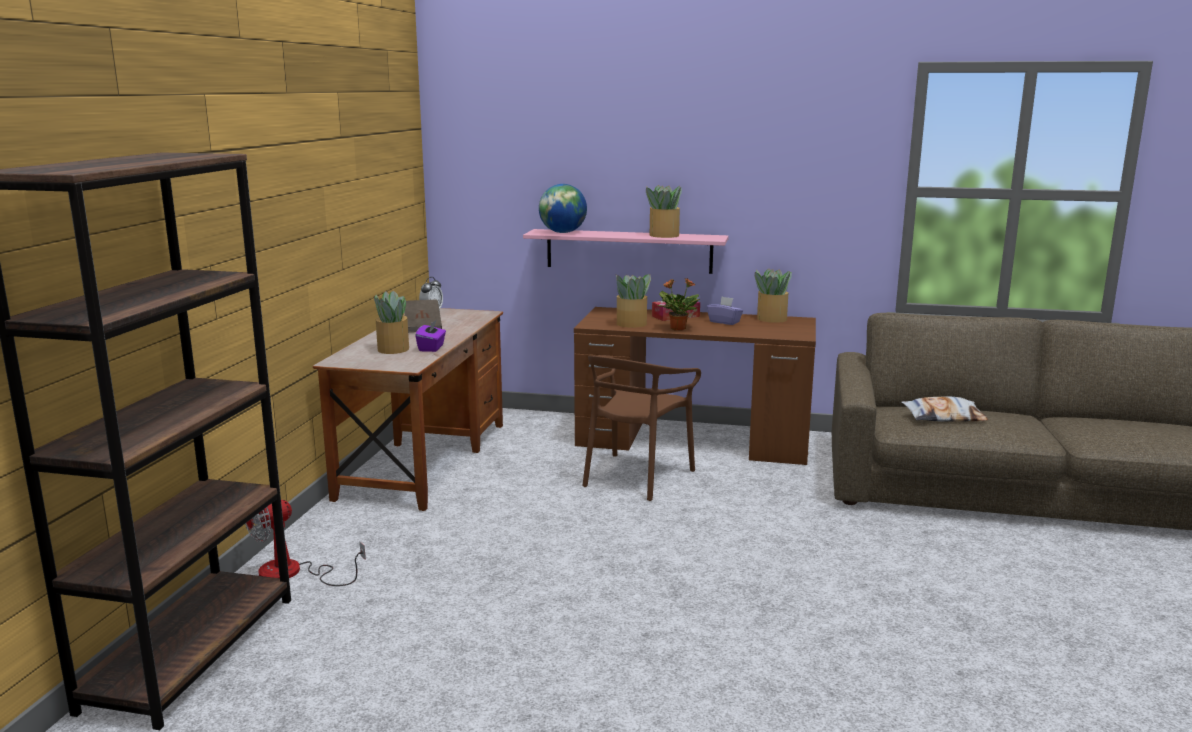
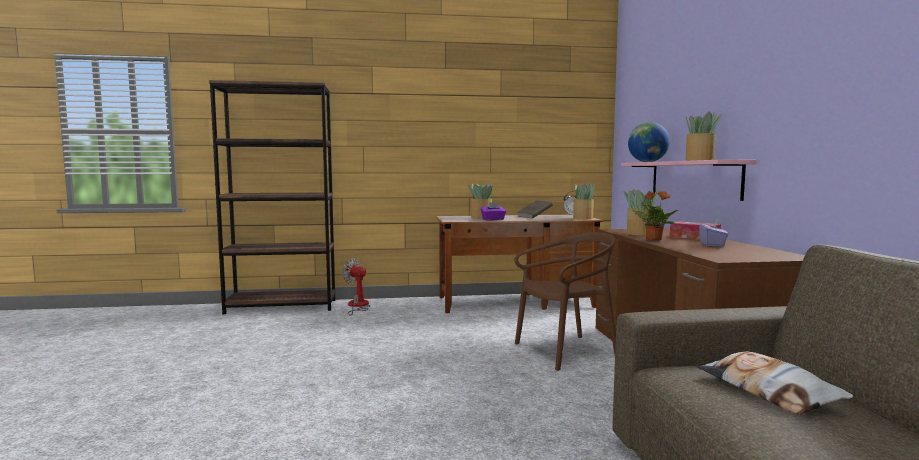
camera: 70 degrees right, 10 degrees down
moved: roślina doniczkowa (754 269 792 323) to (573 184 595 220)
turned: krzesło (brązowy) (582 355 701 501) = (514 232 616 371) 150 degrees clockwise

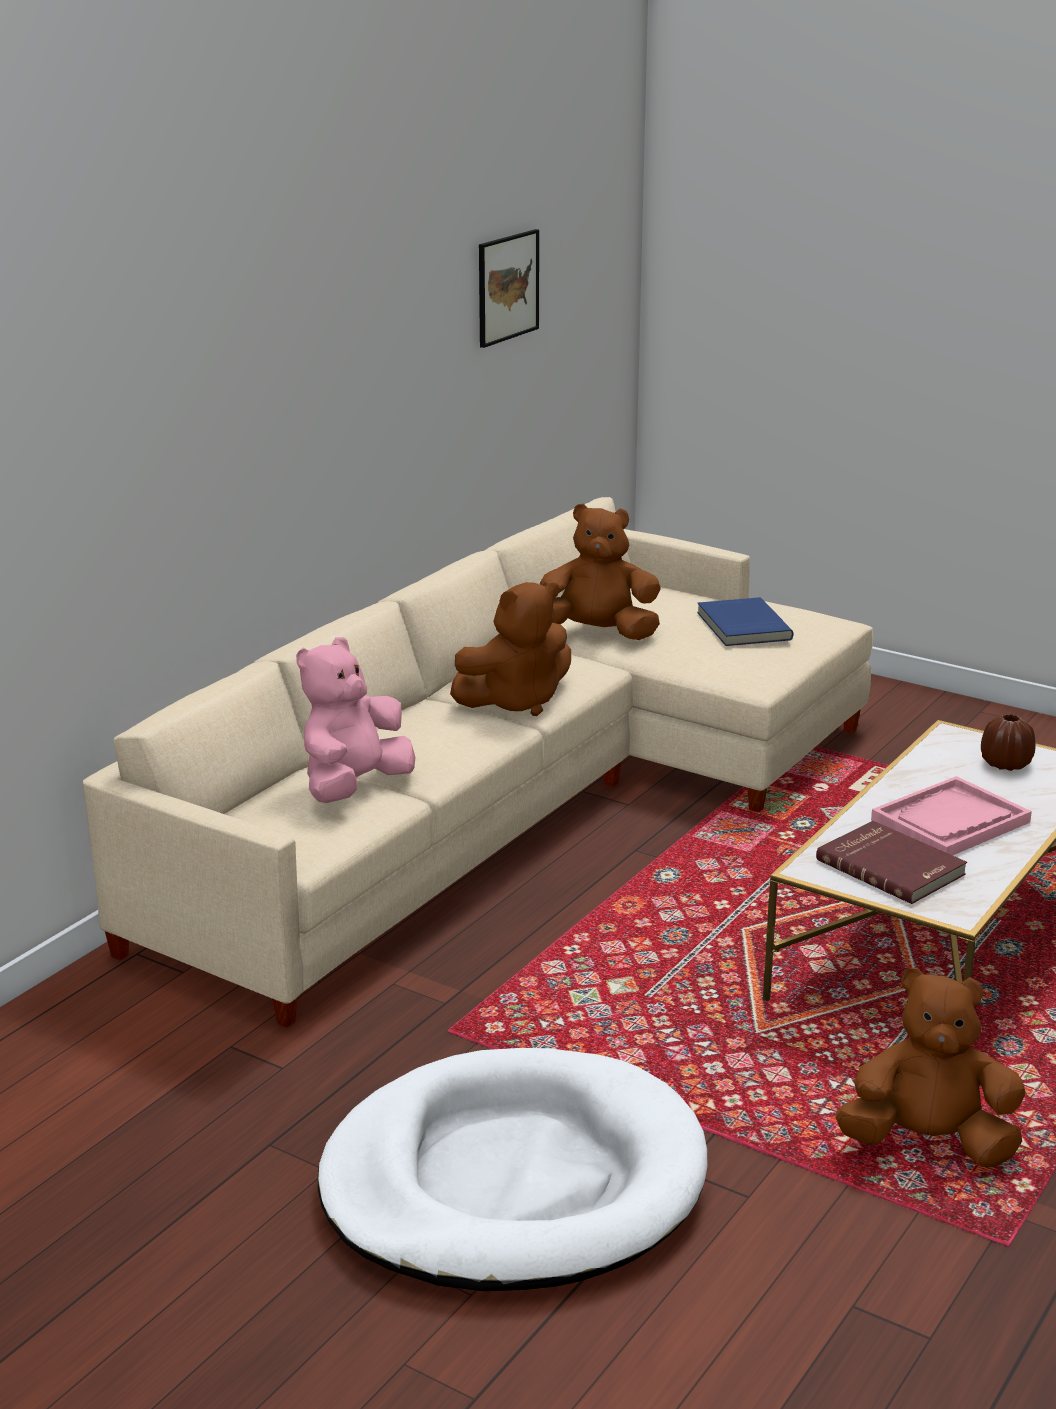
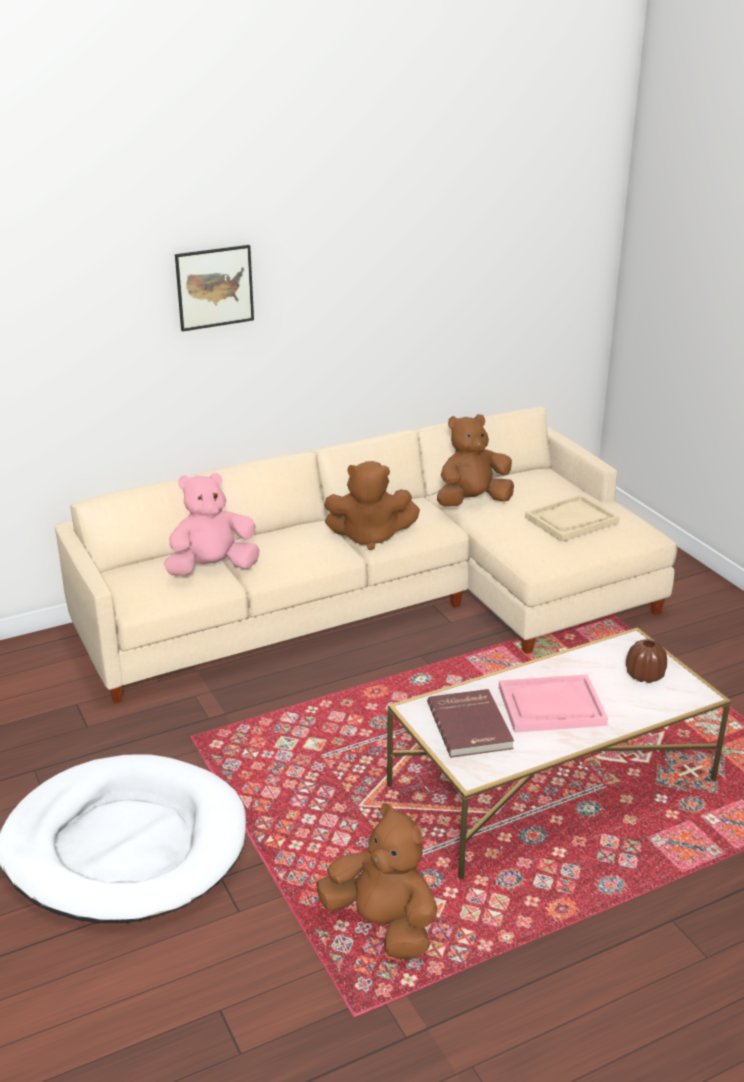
camera: 30 degrees right, 5 degrees up
moved: obraz (479 229 539 348) to (175 245 254 332)
replaced: książka (niebieski) (697 597 793 646) to taca (beżowy) (525 494 620 542)
turned: pluszak (brązowy) (540 504 661 640) = (437 414 514 506) 60 degrees counterclockwise

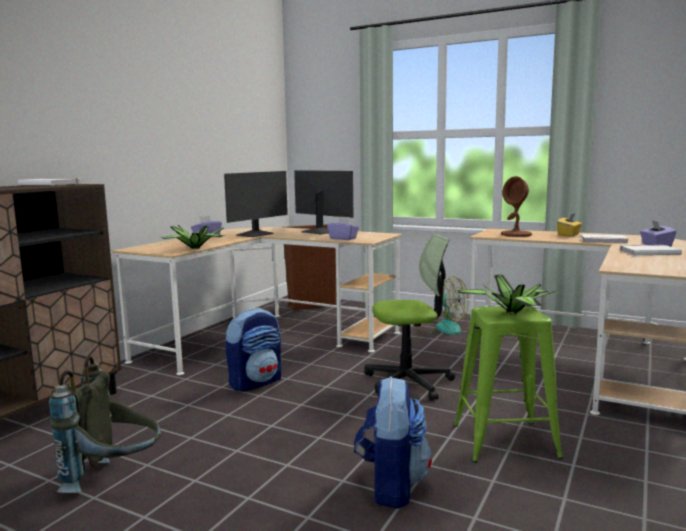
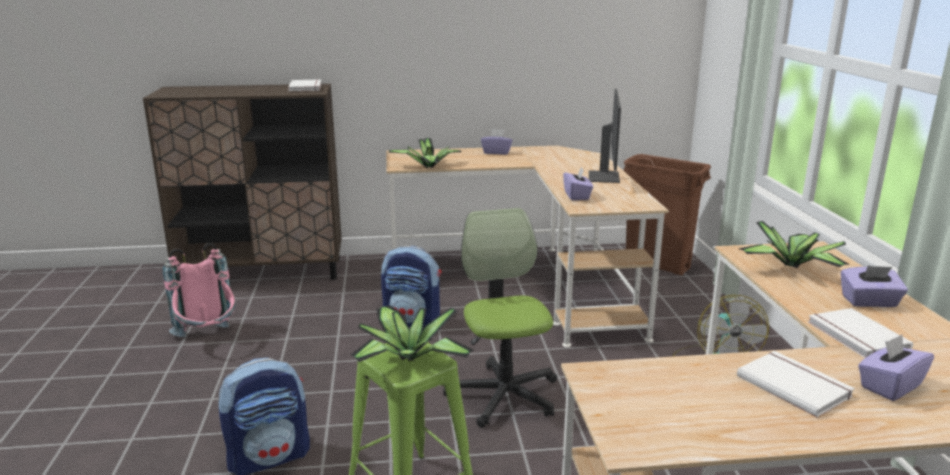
camera: 55 degrees right, 10 degrees up
removed: monitor (224 171 288 237)
replaced: lampa stołowa (brązowy) (501 176 532 237) to roślina doniczkowa (739 221 850 269)
recoloured: plecak (szary) (49 356 161 493) to plecak (różowy) (163 243 236 337); pudełko chusteczek (żółty) (557 214 582 237) to pudełko chusteczek (fioletowy) (841 266 908 307)
turned: krzesło biurowe (365 234 455 401) = (443 208 557 428) 150 degrees counterclockwise

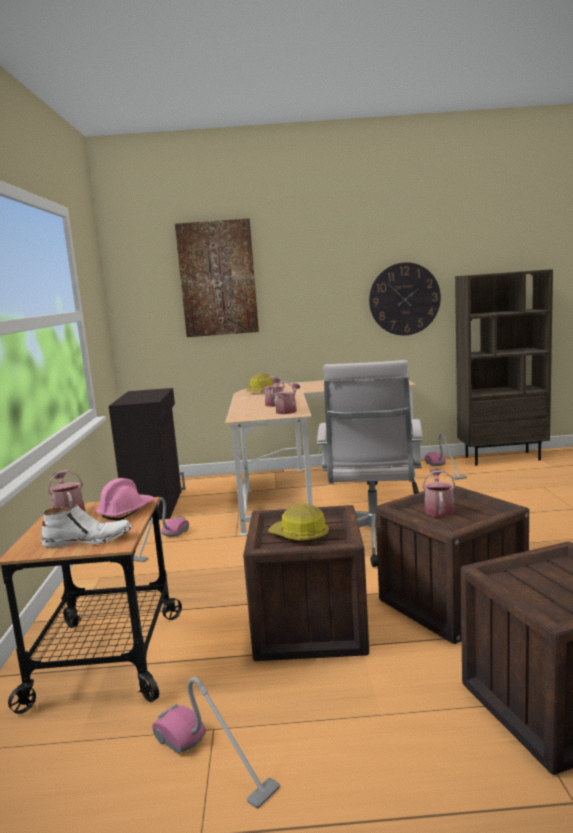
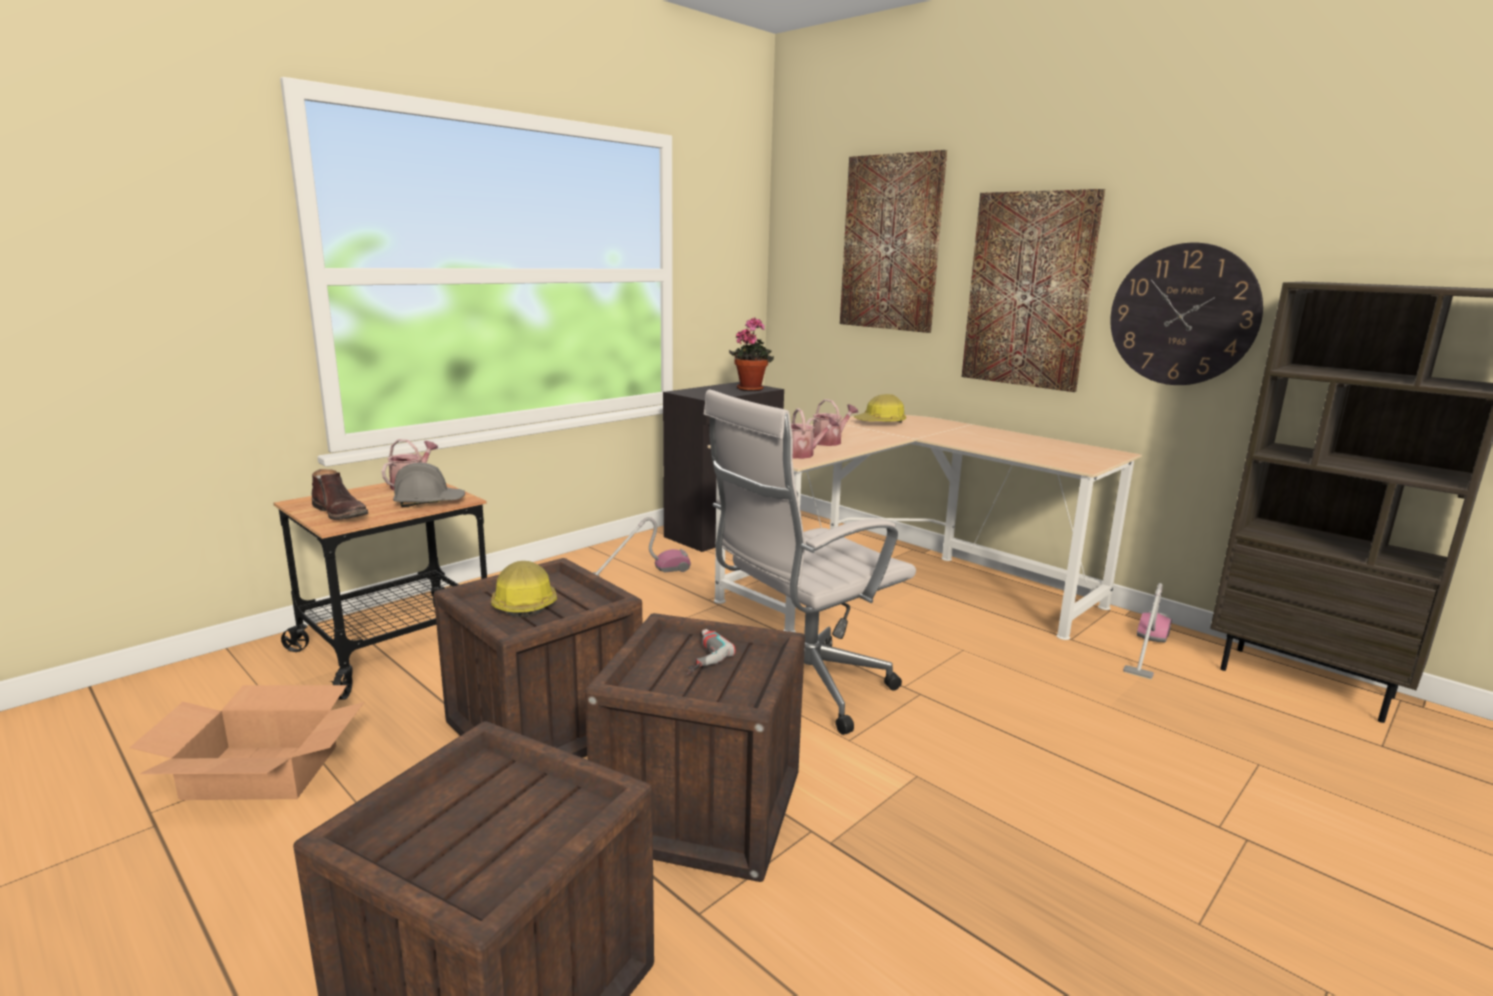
camera: 45 degrees right, 5 degrees up
added: roślina doniczkowa (729 318 774 391); obraz (962 189 1105 392)
replaced: odkurzacz (152 677 280 809) to karton (129 685 364 800); konewka (422 469 456 517) to wiertarka (687 629 736 675)
recoloured: but z cholewką (biały) (42 504 132 547) to but z cholewką (brązowy) (311 469 368 520); kask (różowy) (96 478 155 520) to kask (szary) (393 462 465 507)

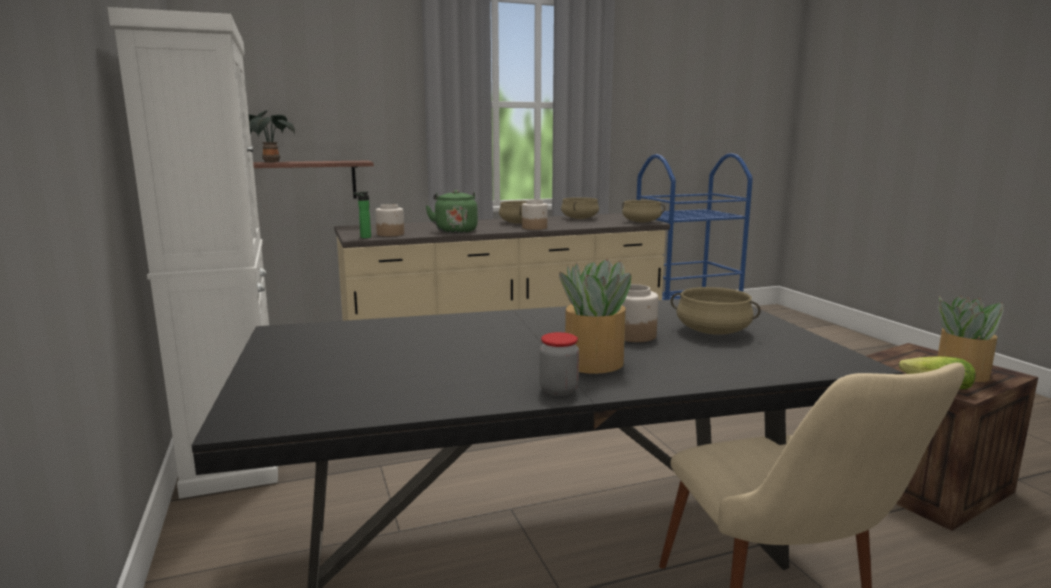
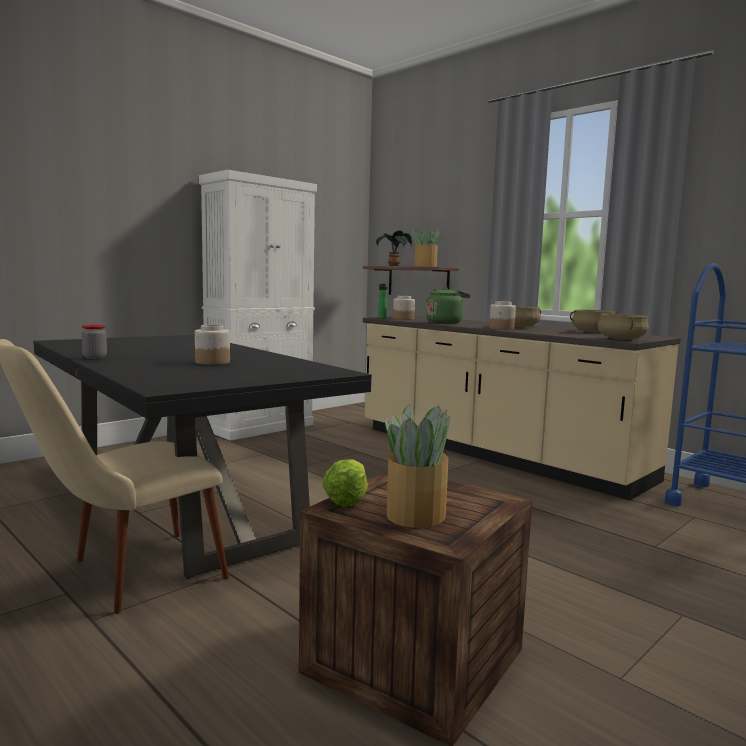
camera: 65 degrees right, 5 degrees down
removed: garnek (beżowy) (671 287 761 335)
moved: roślina doniczkowa (559 259 631 374) to (412 228 440 267)

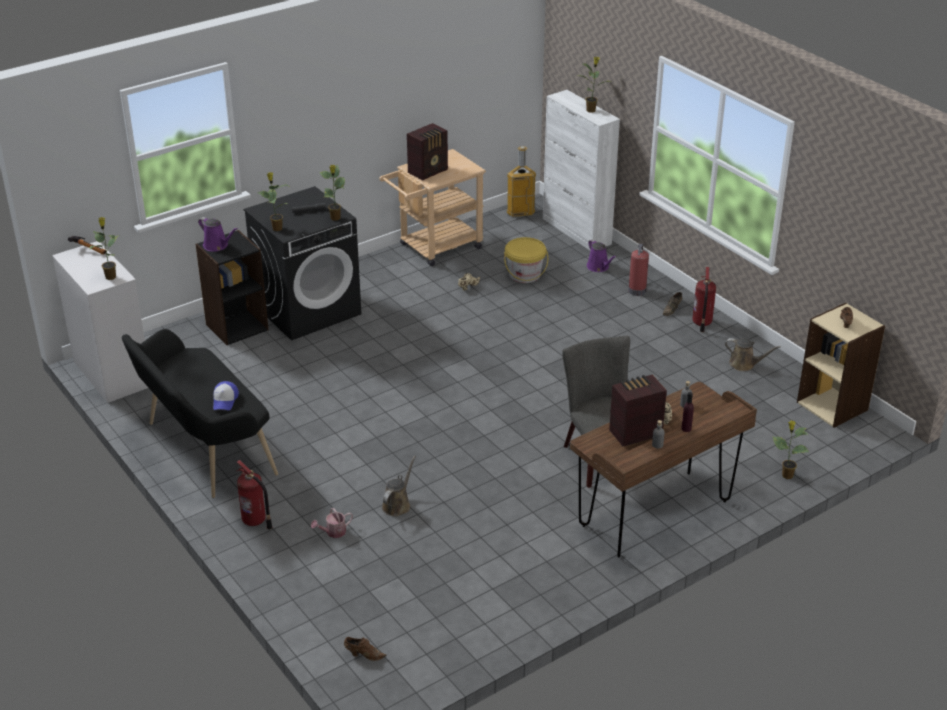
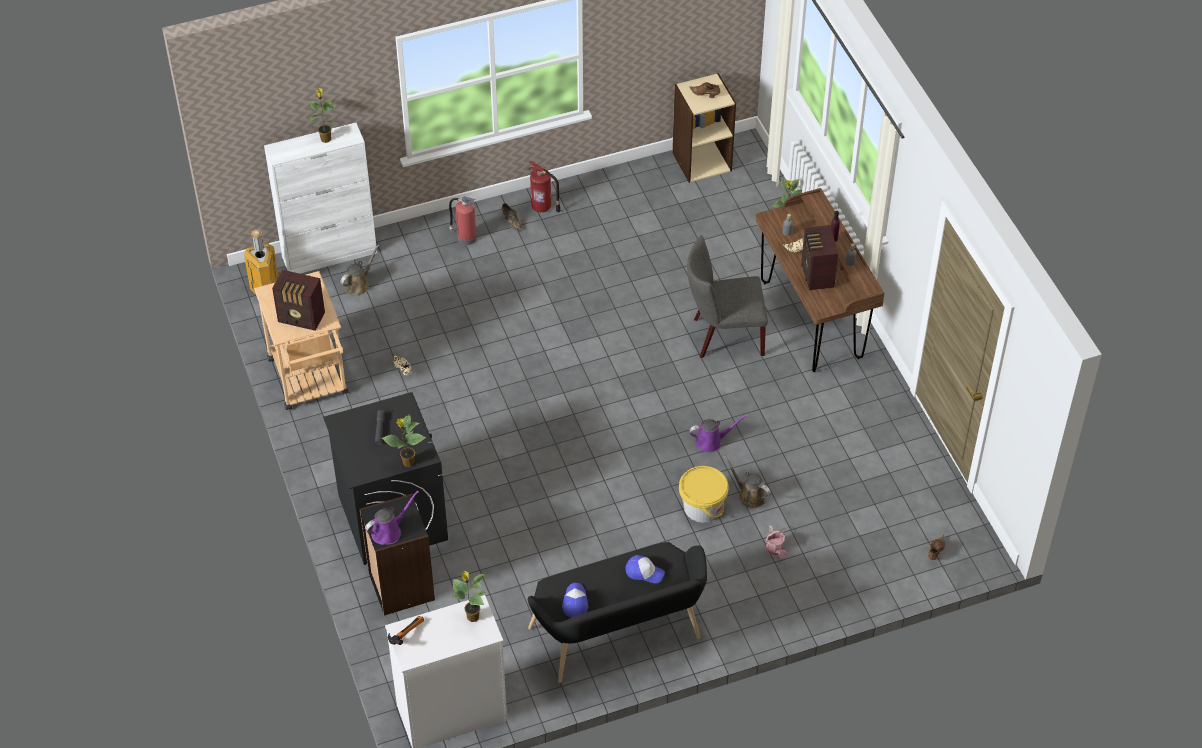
camera: 75 degrees left, 15 degrees up
removed: gaśnica (236 460 273 530); roślina doniczkowa (320 164 345 221)
added: czapka z daszkiem (562 583 588 618)
moved: konewka (brązowy) (725 338 781 371) to (340 244 380 296); wiadro (żółty) (504 237 548 283) to (679 466 729 522); konewka (fioletowy) (587 239 616 272) to (689 415 747 453)
turned: radio (407 123 448 181) = (272 270 325 331) 135 degrees clockwise

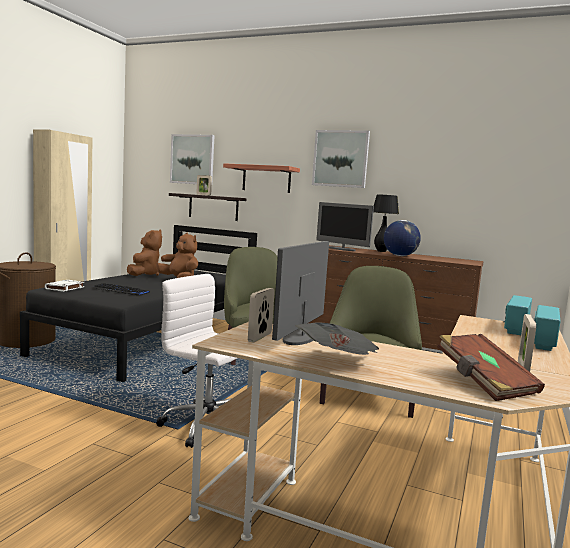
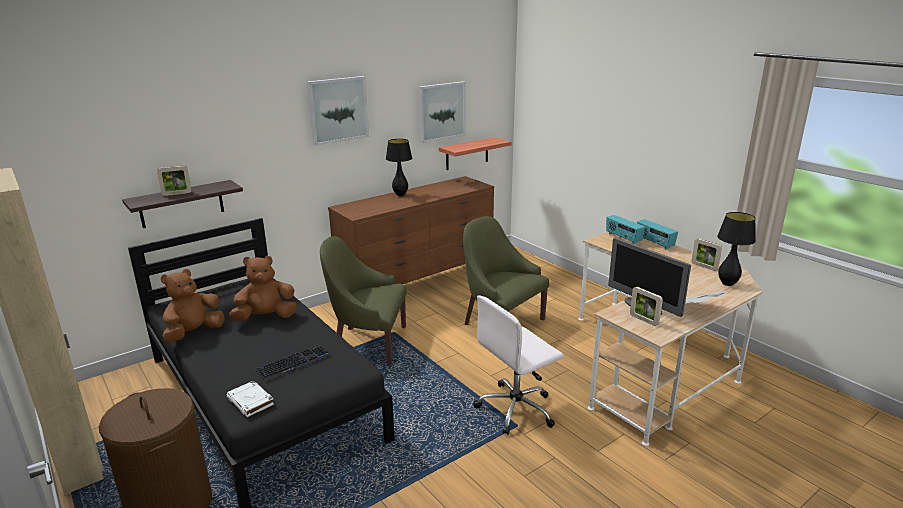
camera: 60 degrees left, 15 degrees up
removed: monitor (316 202 374 251); globus (384 220 421 256)
moved: obraz (170 134 215 184) to (419 81 466 143); półka (223 163 300 193) to (439 137 512 170)
replaced: książka (brązowy) (437 334 545 401) to lampa stołowa (czarny) (717 212 756 286)
turned: pluszak (brązowy) (127 230 162 276) = (161 269 224 342) 90 degrees counterclockwise

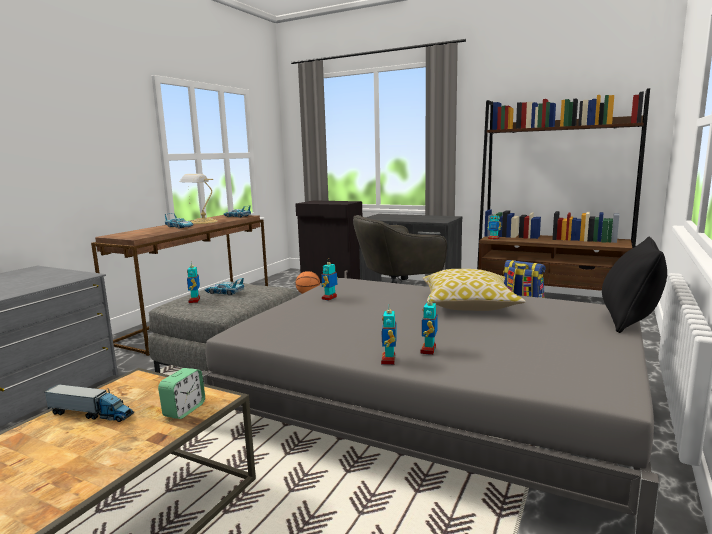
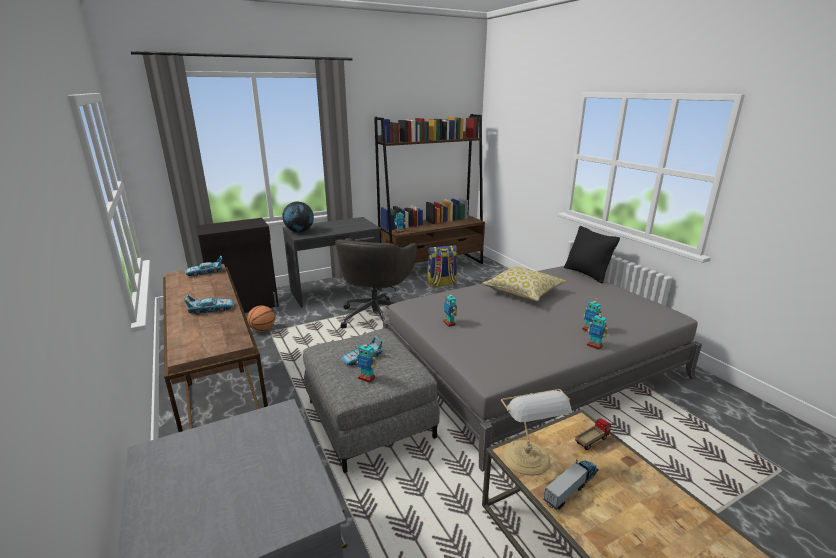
camera: 55 degrees left, 10 degrees up
added: globus (282 202 314 233)
moved: lampa stołowa (180 174 218 224) to (501 389 572 476)
replaced: budzik (158 368 205 419) to ciężarówka zabawkowa (575 418 611 450)

